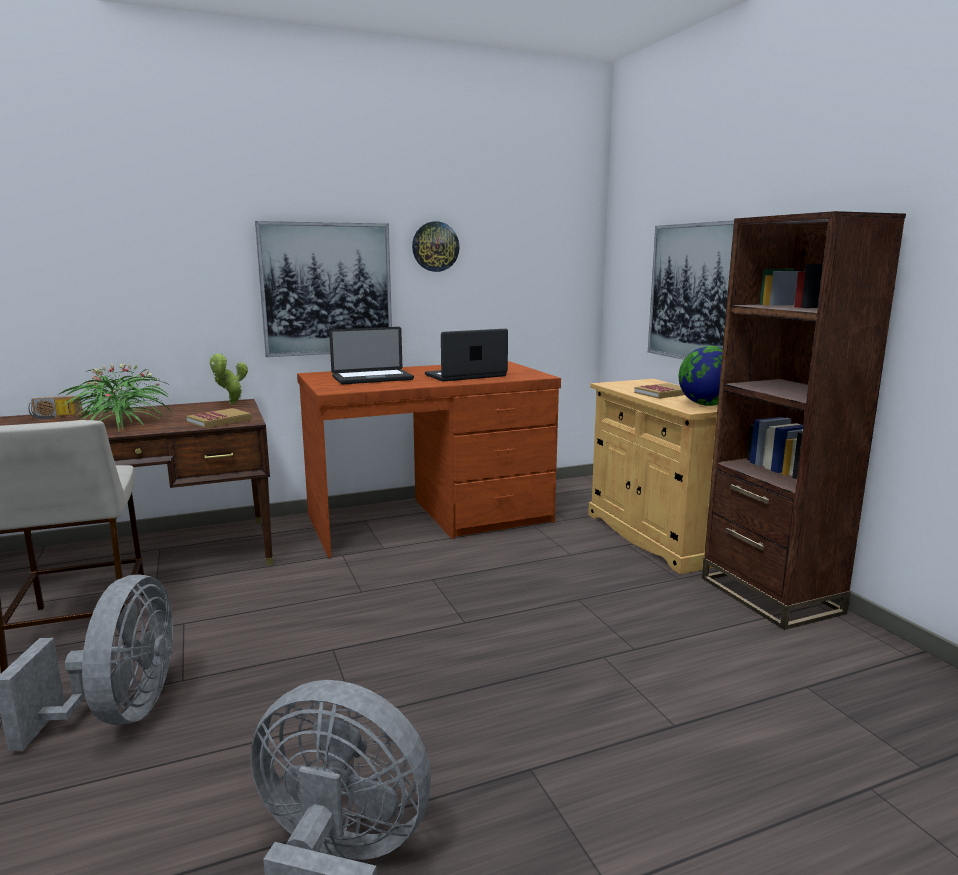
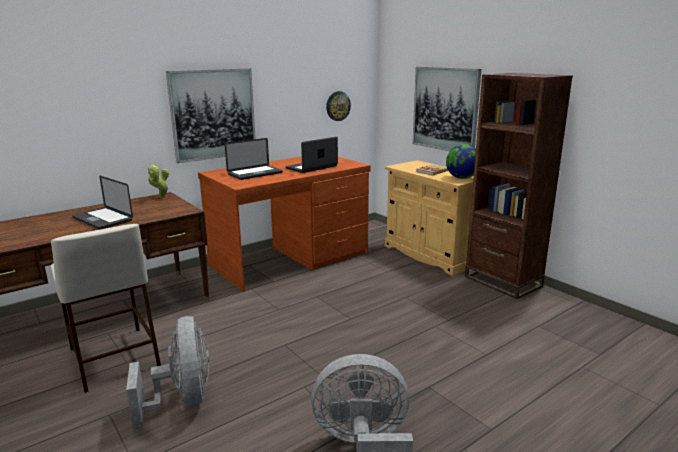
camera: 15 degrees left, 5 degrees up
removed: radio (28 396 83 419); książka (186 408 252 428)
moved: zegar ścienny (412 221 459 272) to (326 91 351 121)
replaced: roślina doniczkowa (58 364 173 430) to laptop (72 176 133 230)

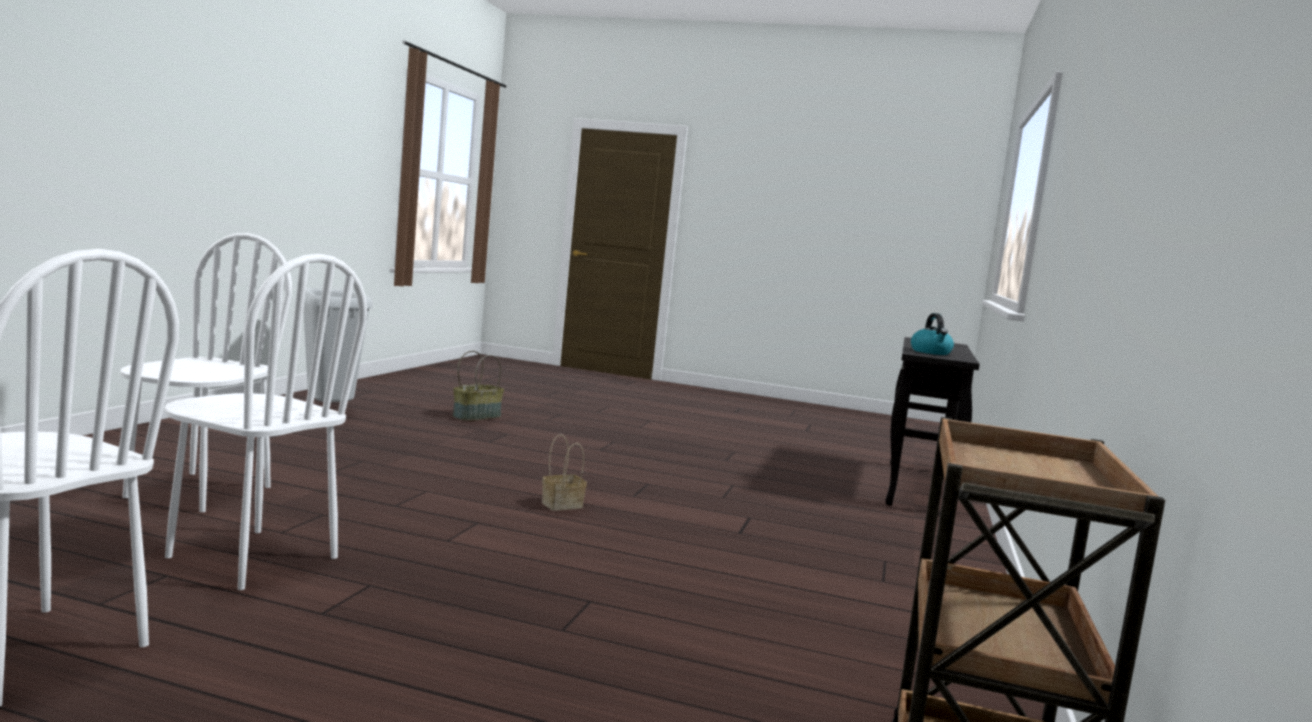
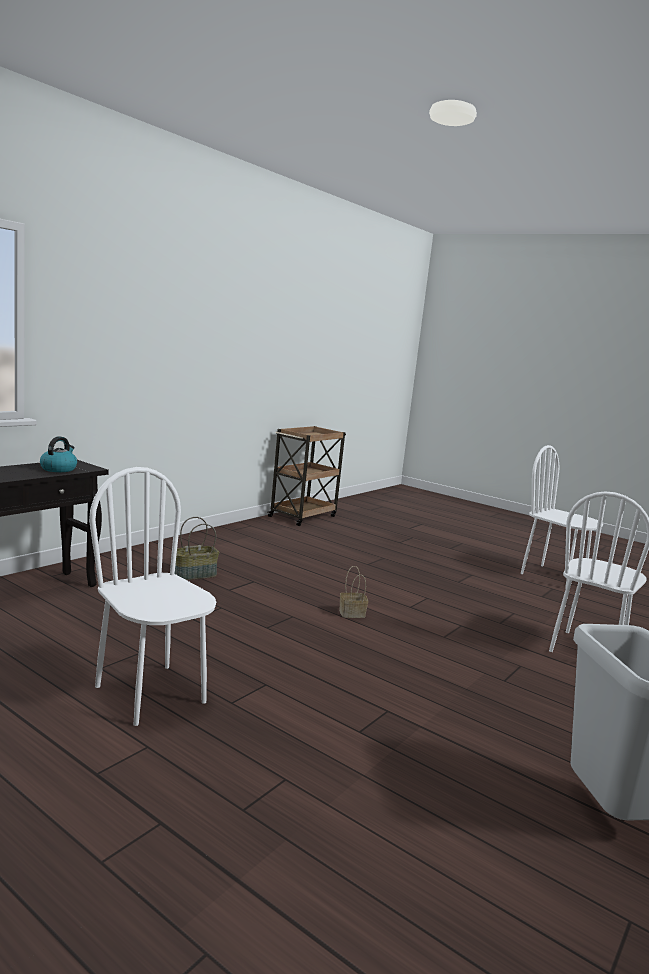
camera: 160 degrees left, 5 degrees up
moved: krzesło (biały) (164 254 367 590) to (89 467 216 726); koszyk (453 351 504 421) to (175 517 219 580)

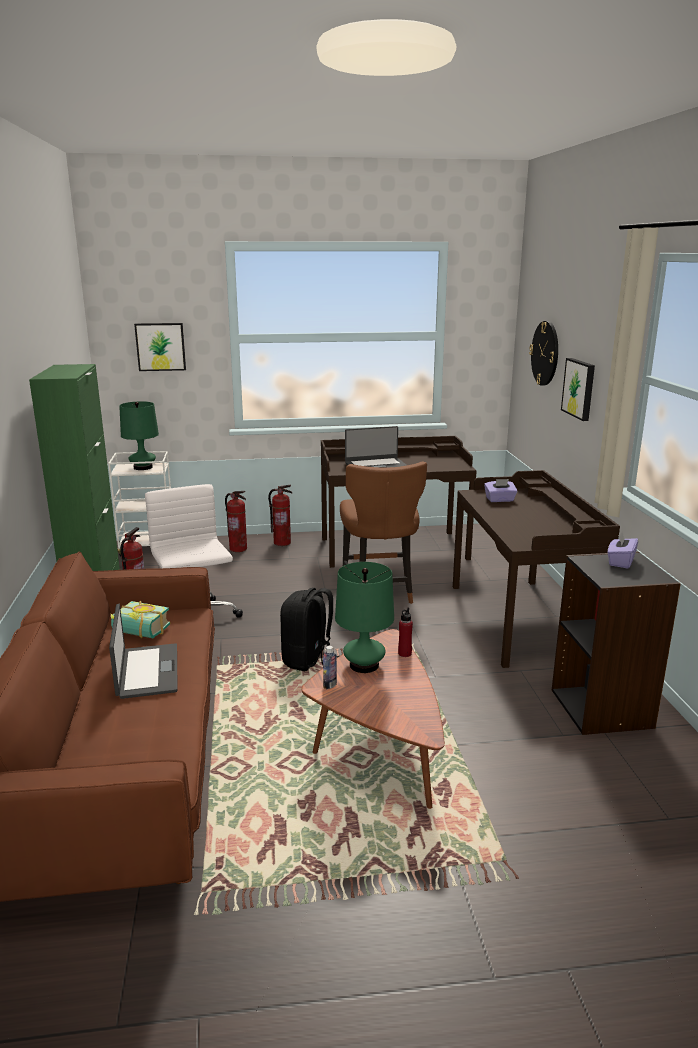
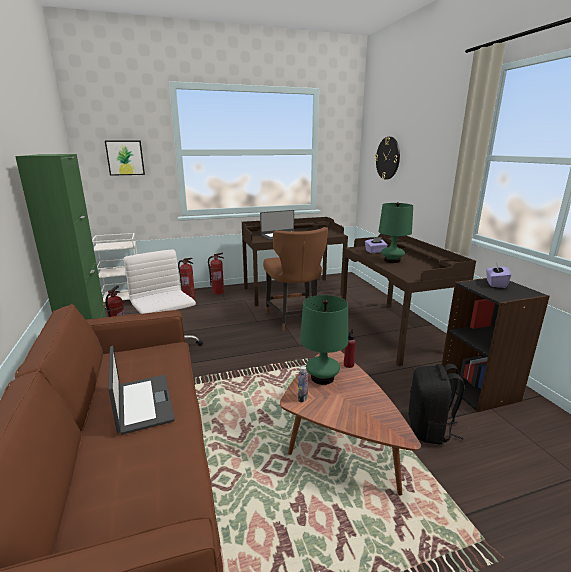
camera: 10 degrees left, 0 degrees up
removed: książka (111 601 170 638); obraz (561 358 595 421)
moved: lampa stołowa (zielony) (119 401 159 470) to (378 202 413 263); plecak (czarny) (280 588 339 671) to (408 364 464 445)

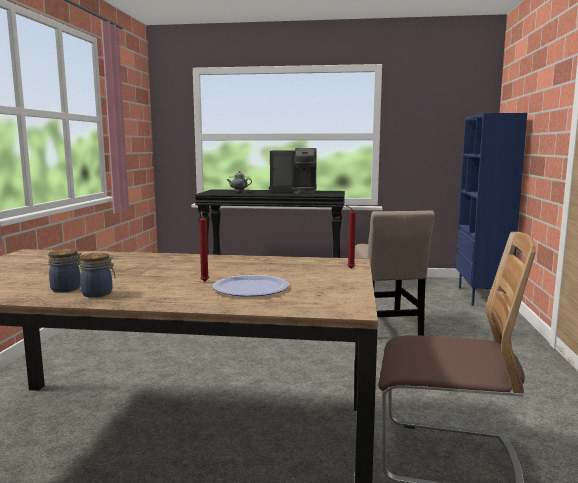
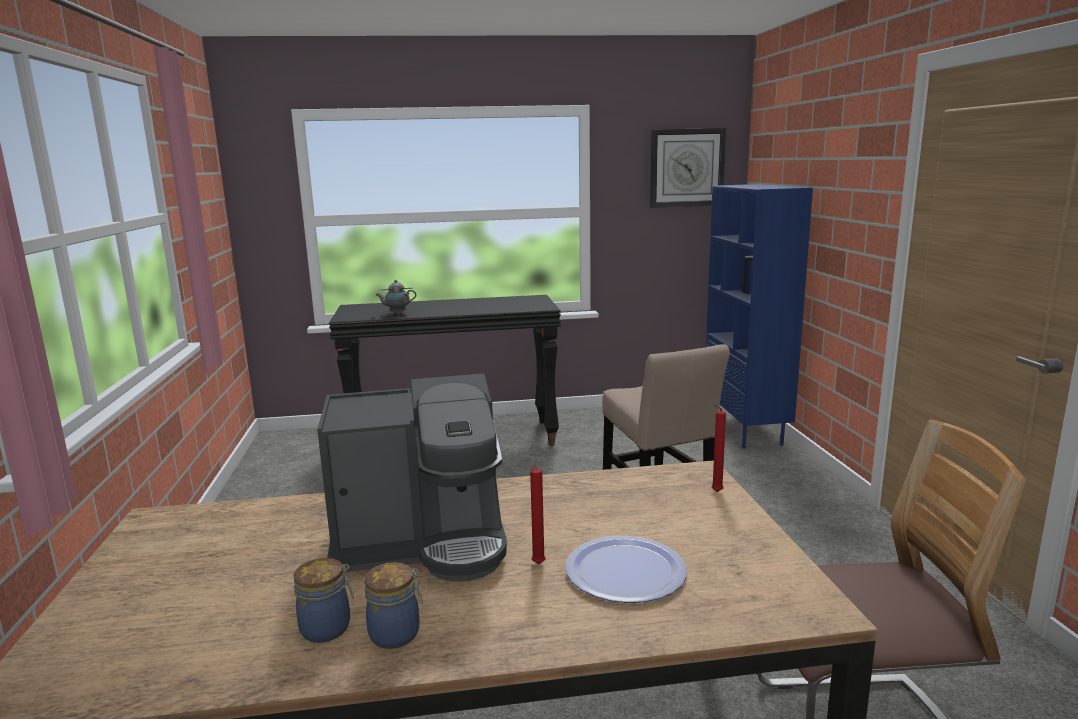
camera: 15 degrees left, 5 degrees up
added: zegar ścienny (650 128 726 208)
moved: ekspres do kawy (269 148 317 194) to (317 374 507 582)

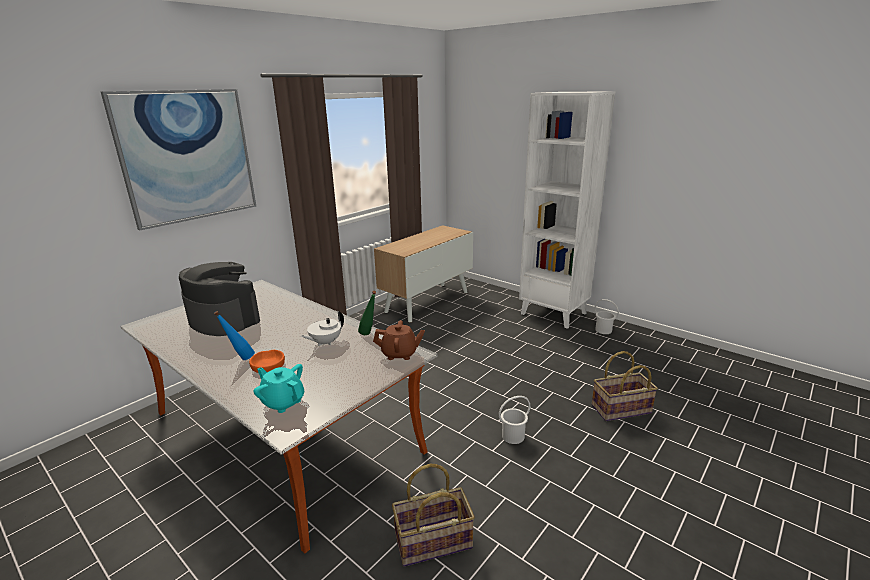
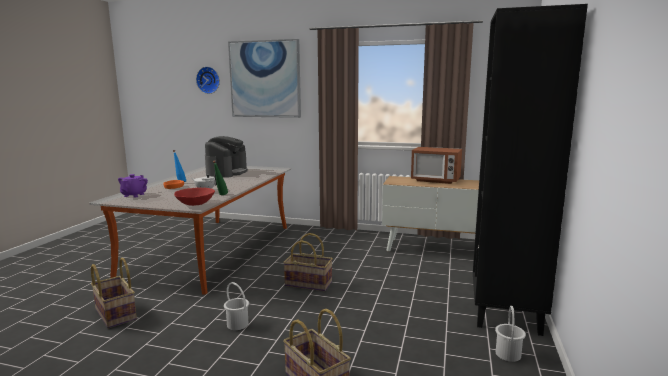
camera: 65 degrees right, 10 degrees down
added: zegar ścienny (196 67 220 94); koszyk (283 233 333 291); mikrofalówka (411 147 462 184)
replaced: imbryk (brązowy) (373 320 425 360) to miska (czerwony) (174 188 215 206)
recoloured: imbryk (turkusowy) (254 364 304 413) to imbryk (fioletowy) (118 174 148 197); regał (biały) (519 91 616 329) to regał (czarny) (473 4 588 336)

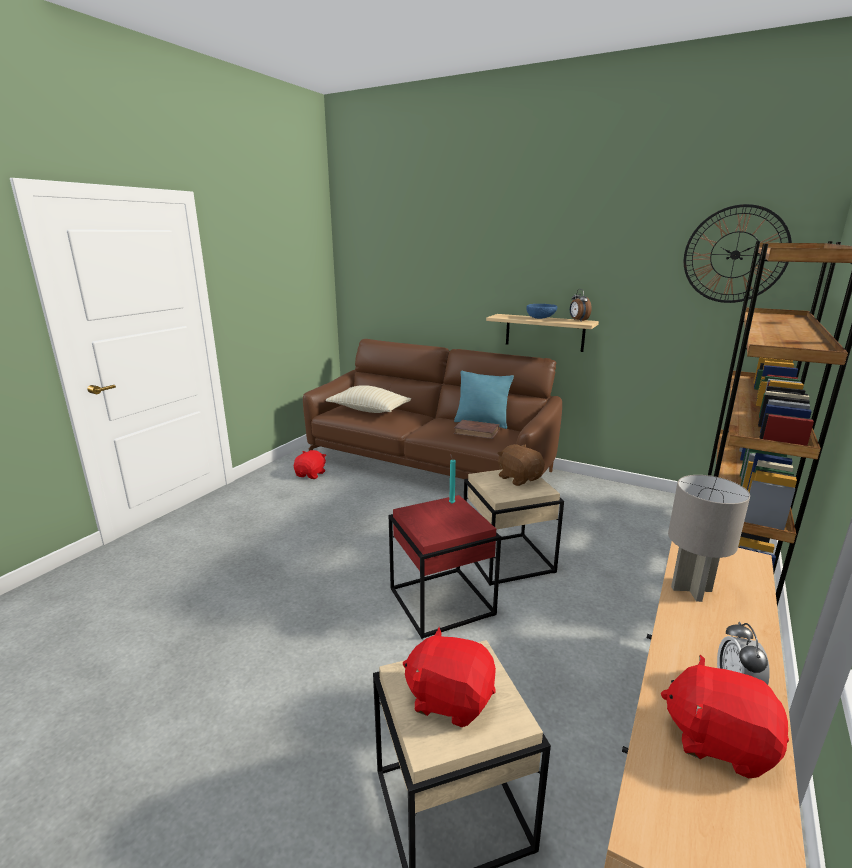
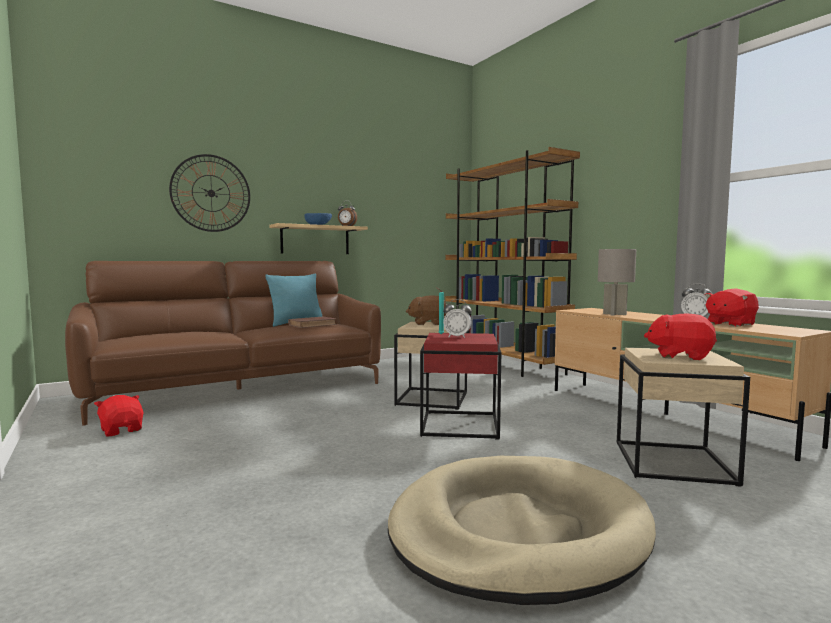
camera: 60 degrees left, 15 degrees down
removed: poduszka (beżowy) (326 385 411 413)
added: legowisko (beżowy) (388 456 656 605); budzik (443 299 472 338)
moved: zegar ścienny (684 204 792 303) to (169 154 250 232)
turned: pluszak (czerwony) (403 627 496 727) = (644 313 717 360) 60 degrees clockwise

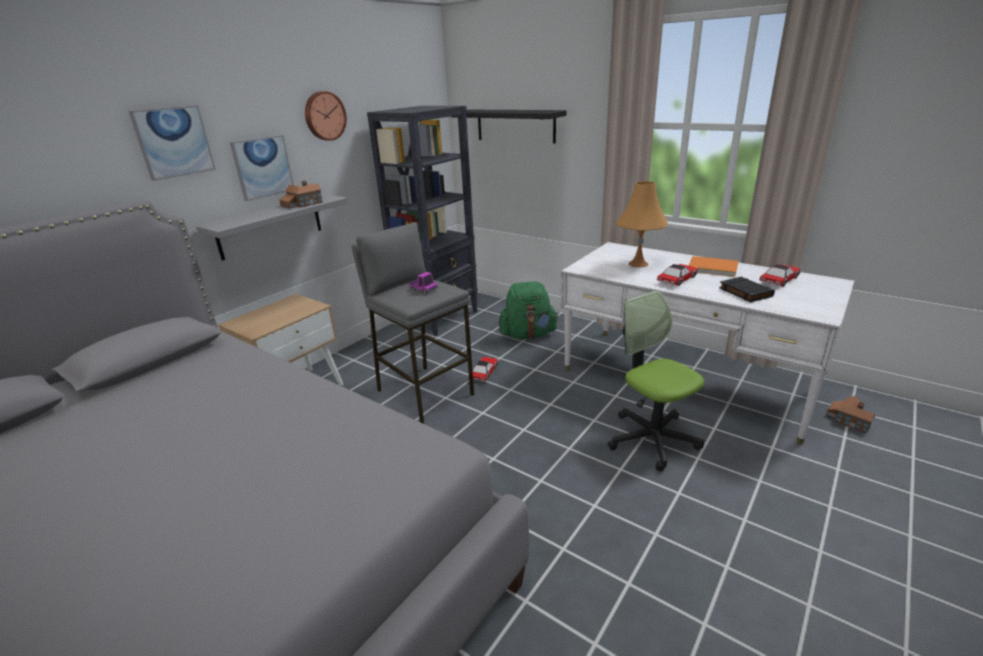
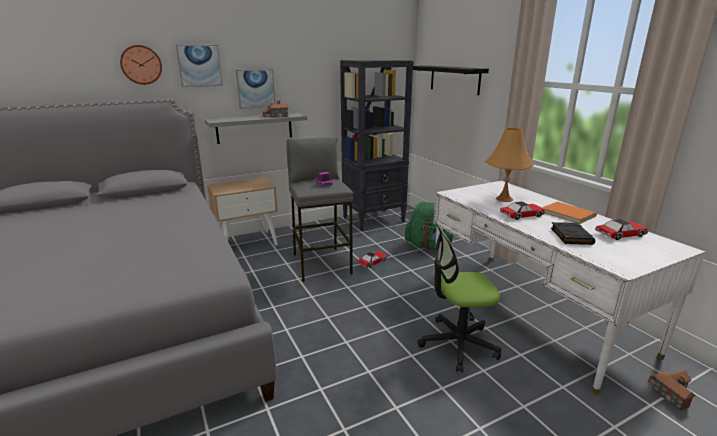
camera: 25 degrees right, 5 degrees down
moved: zegar ścienny (305 91 347 141) to (120 45 162 85)
turned: krzesło biurowe (607 291 704 471) = (417 221 501 373) 90 degrees counterclockwise

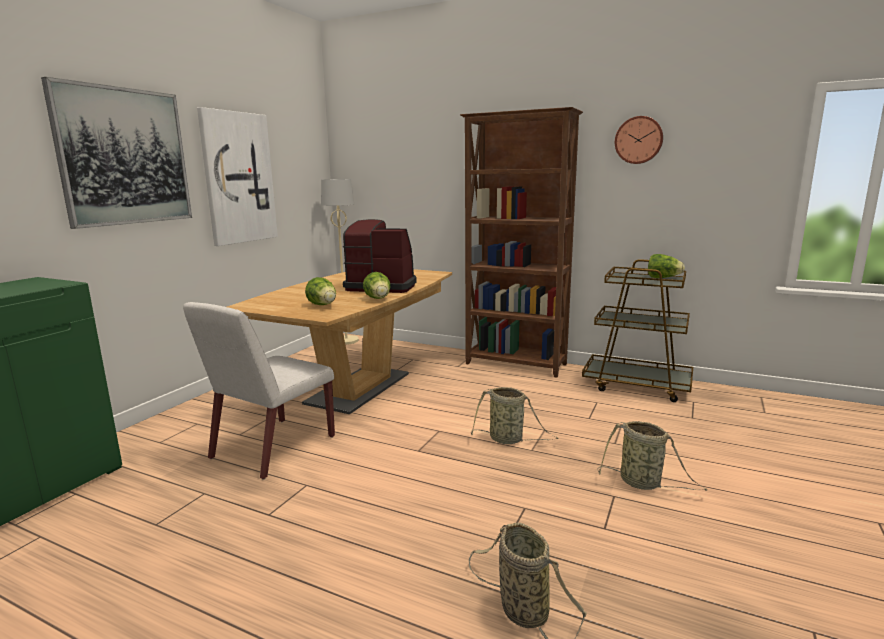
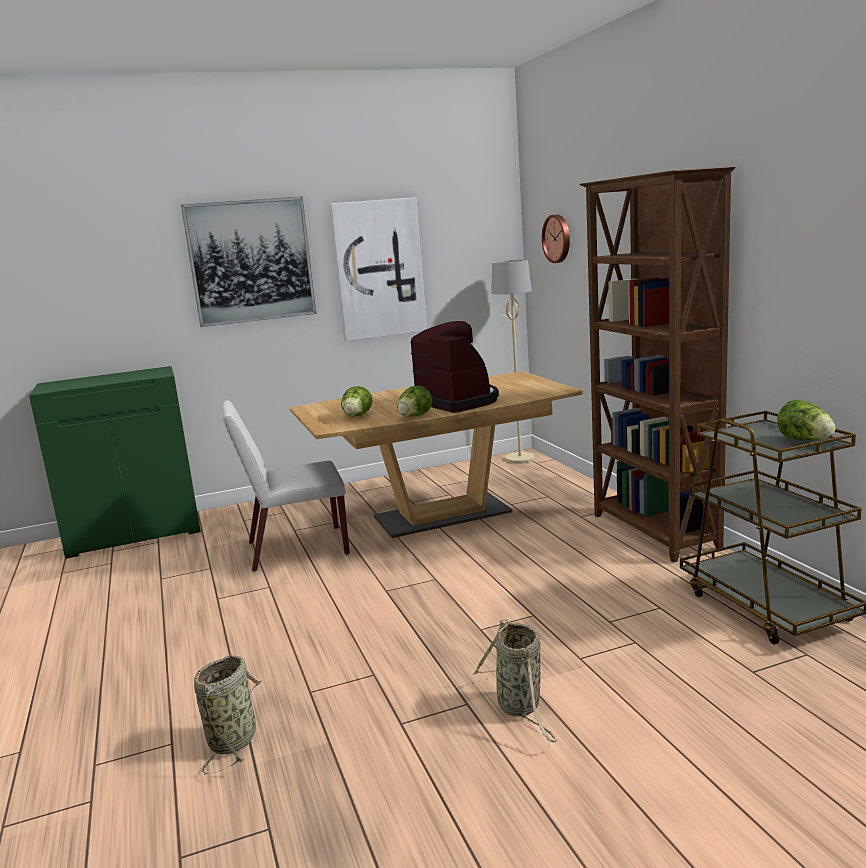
camera: 45 degrees right, 0 degrees up
removed: koszyk (471 387 558 444)
moved: zegar ścienny (615 116 663 164) to (542 215 570 263)

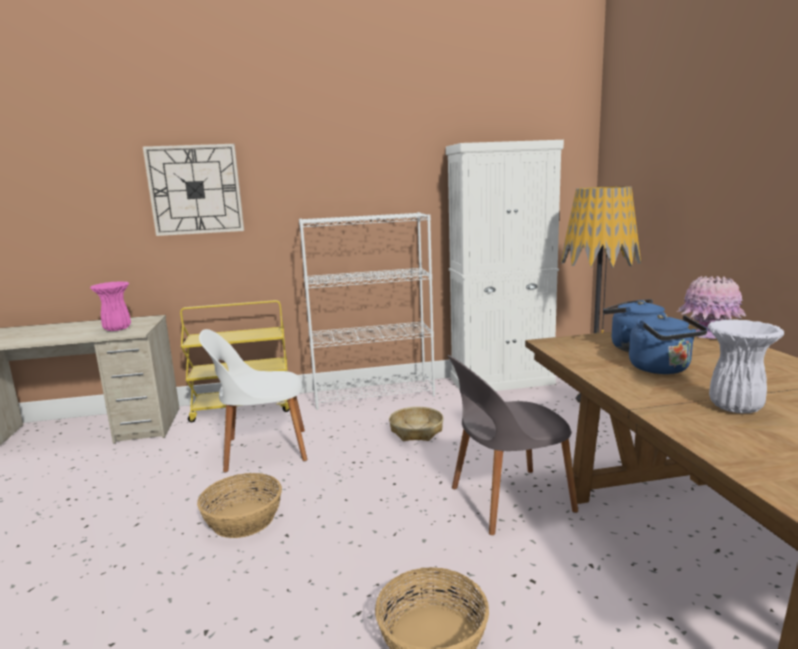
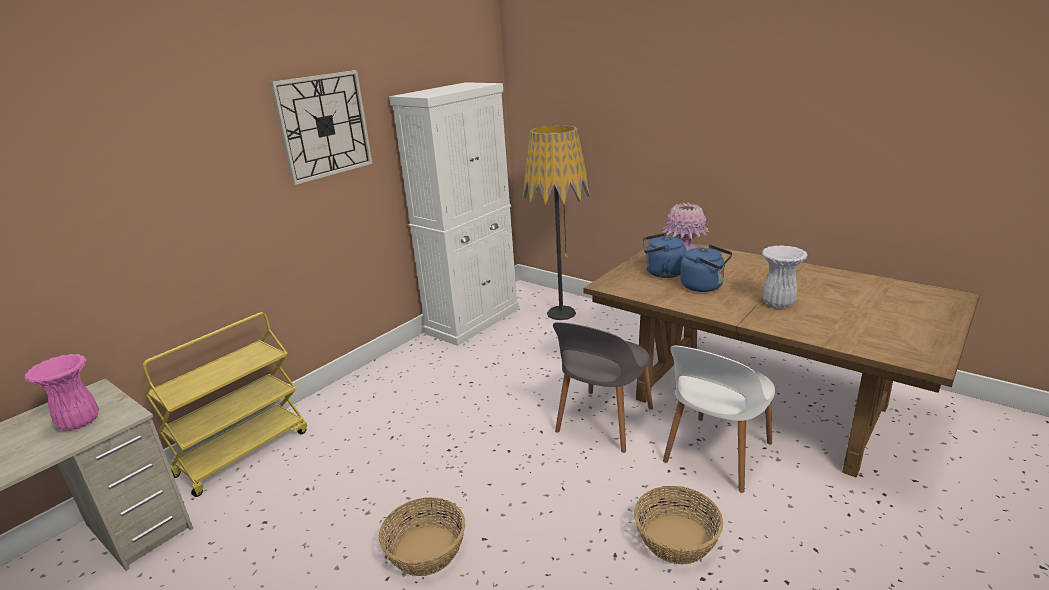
camera: 40 degrees left, 10 degrees up
removed: regał (biały) (299 212 435 410); koszyk (389 407 444 441)
moved: zegar ścienny (142 144 244 236) to (270 70 373 185); krzesło (biały) (199 329 307 472) to (663 346 775 493)

